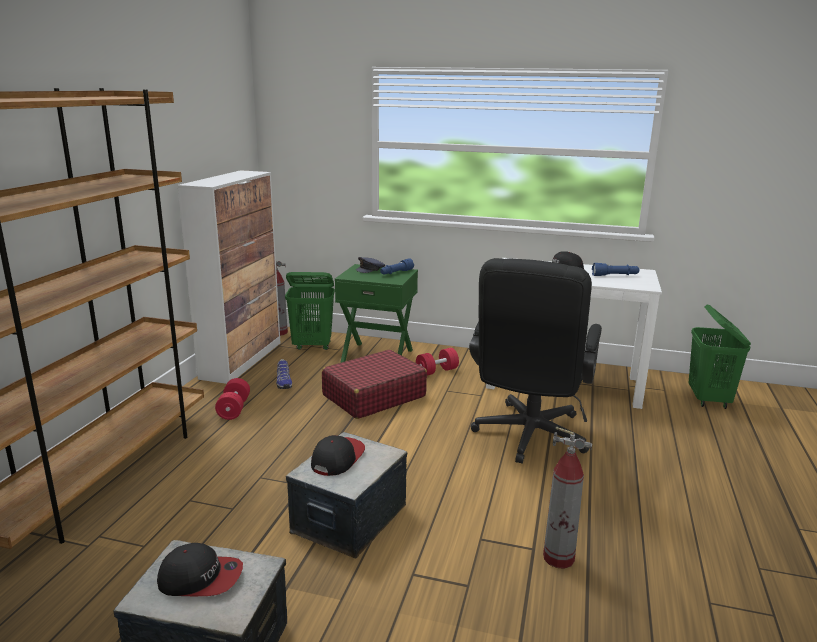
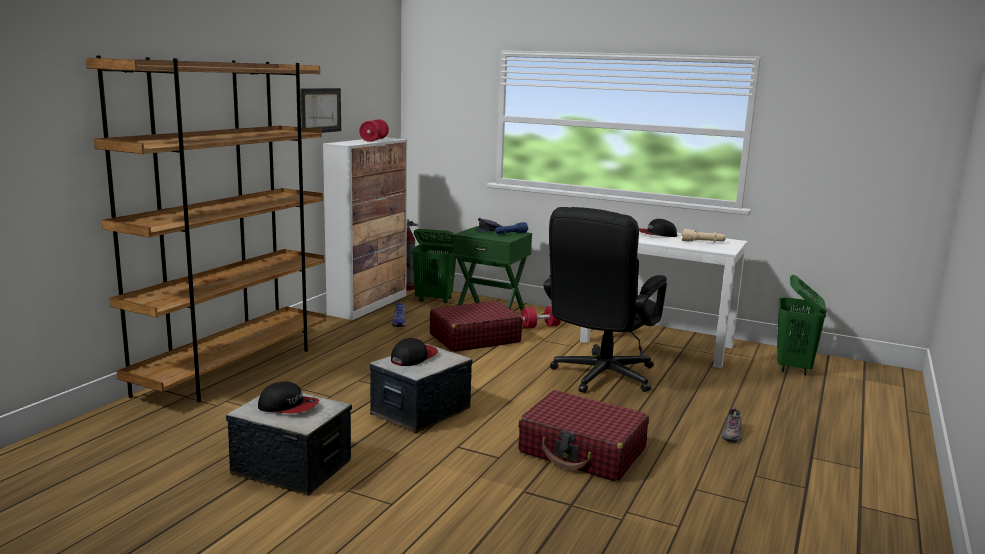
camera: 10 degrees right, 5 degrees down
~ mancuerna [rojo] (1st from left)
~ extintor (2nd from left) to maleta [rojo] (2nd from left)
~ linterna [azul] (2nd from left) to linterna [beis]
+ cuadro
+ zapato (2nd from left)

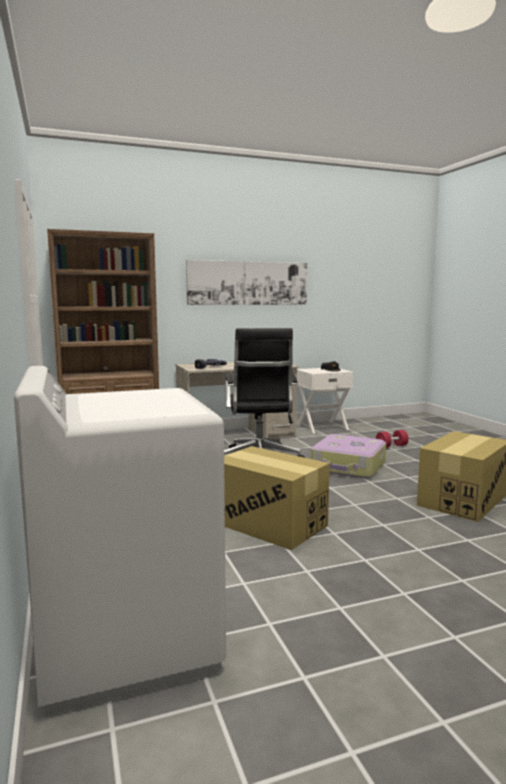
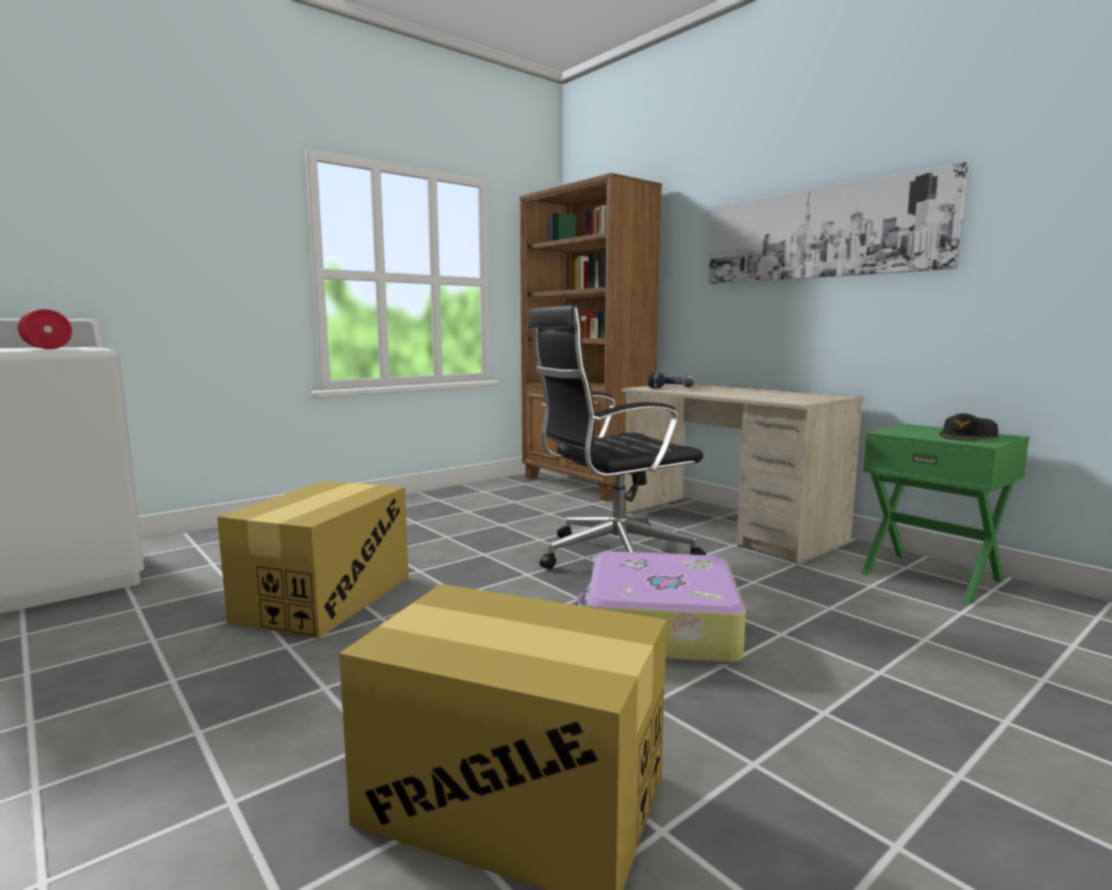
camera: 70 degrees right, 0 degrees up
~ mesita de noche [blanco] to mesita de noche [verde]
~ mancuerna [rojo]

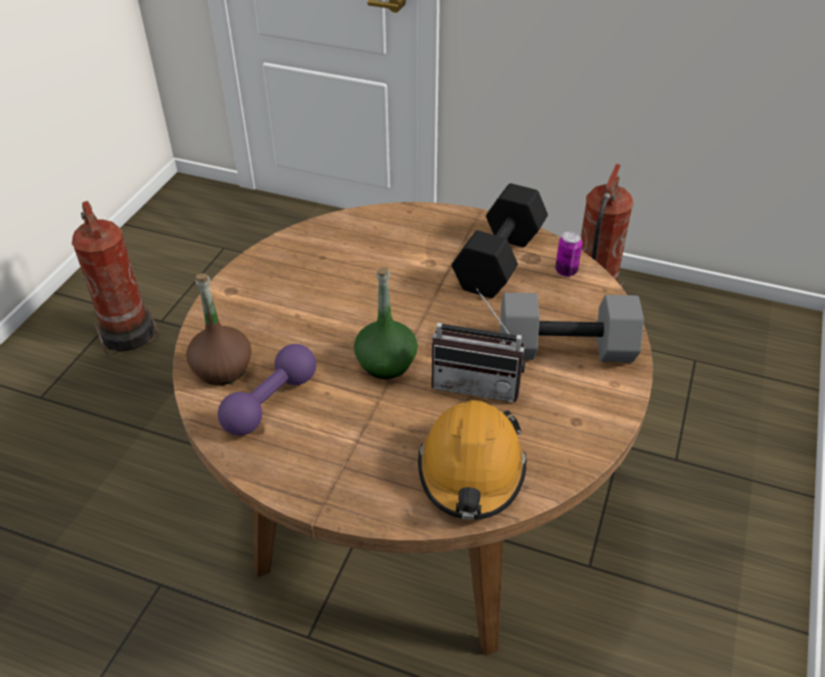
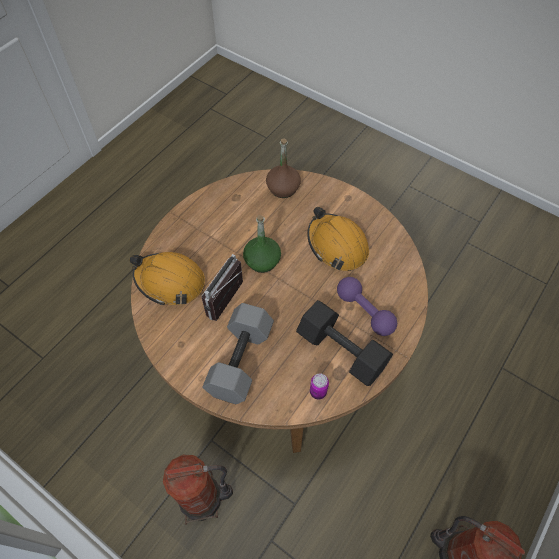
camera: 105 degrees right, 15 degrees up
~ extintor (1st from left)
~ mancuerna [morado]
+ casco [naranja] (2nd from left)

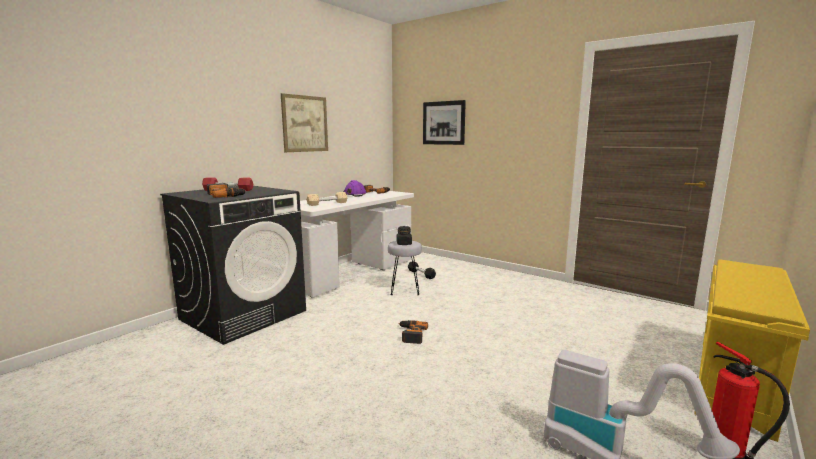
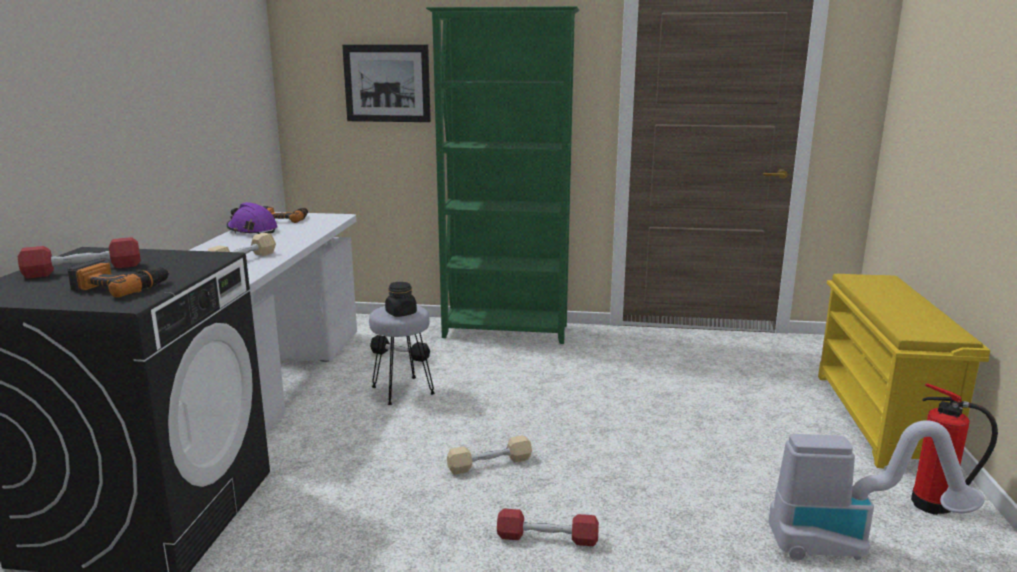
camera: 30 degrees left, 5 degrees up
- cuadro (1st from left)
~ taladro (3rd from left) to mancuerna [beis] (2nd from left)
+ estantería [verde]
+ mancuerna [rojo] (2nd from left)

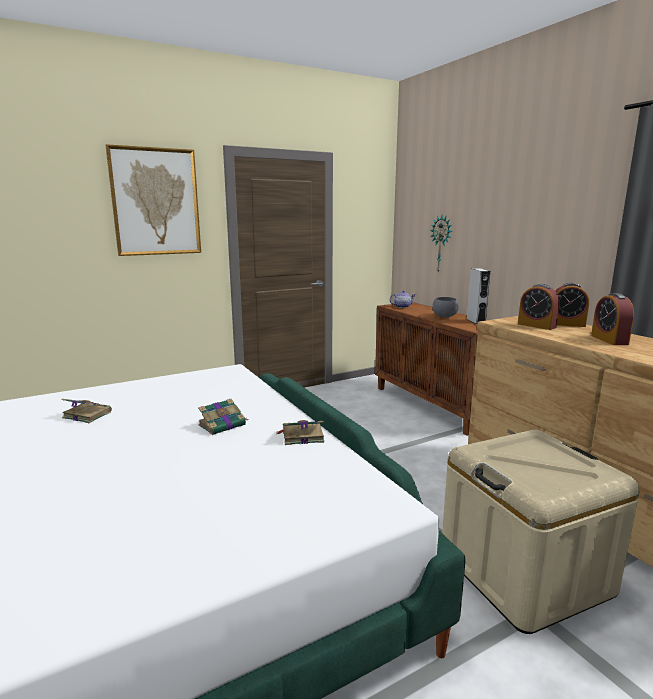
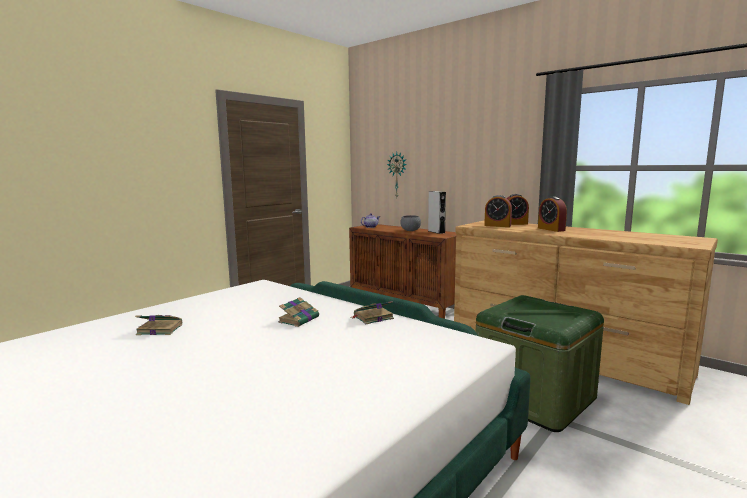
camera: 20 degrees left, 5 degrees down
- cuadro
~ caja de almacenaje [beis] to caja de almacenaje [verde]

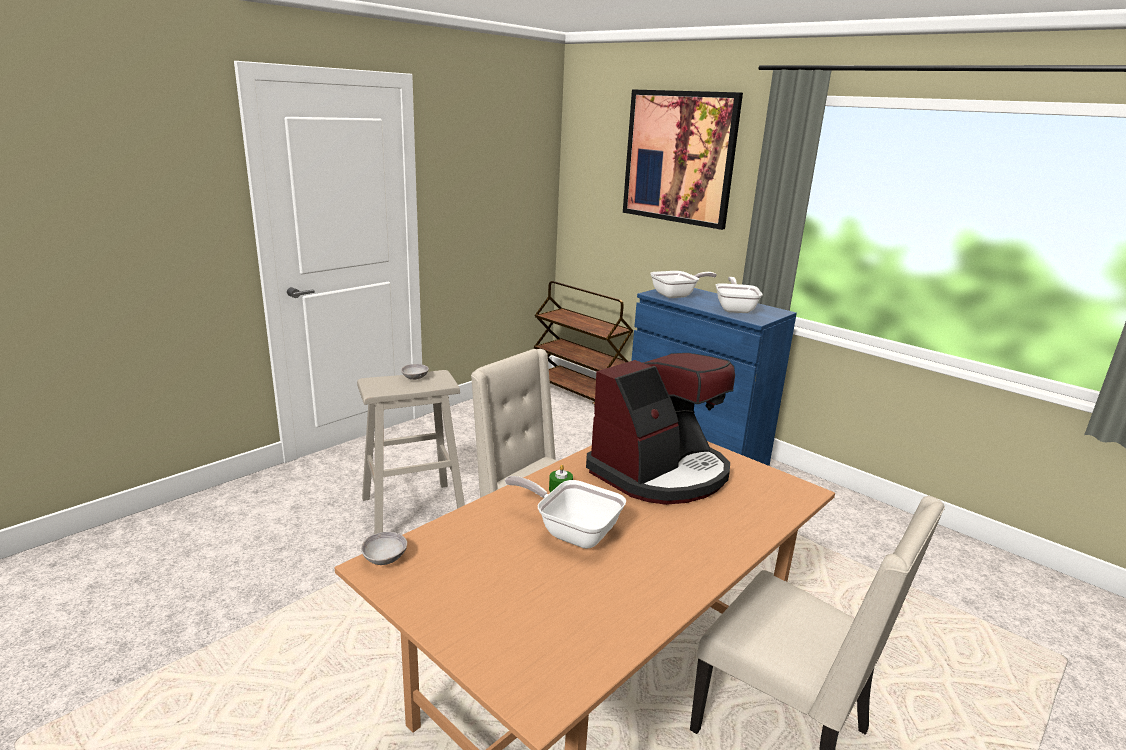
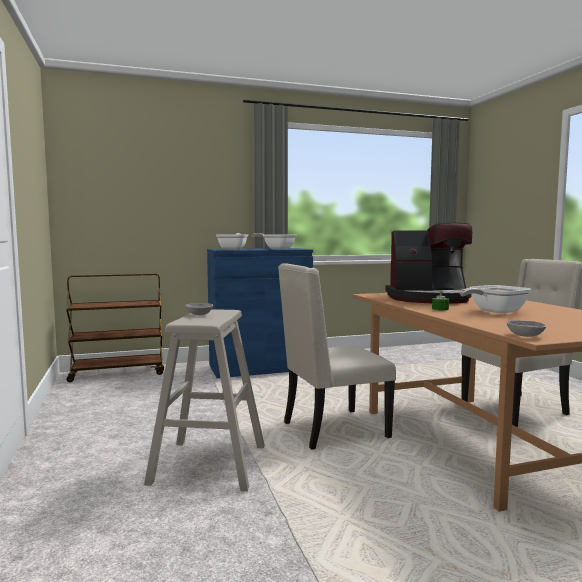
camera: 60 degrees left, 15 degrees down
~ cafetera 105 degrees clockwise
- cuadro

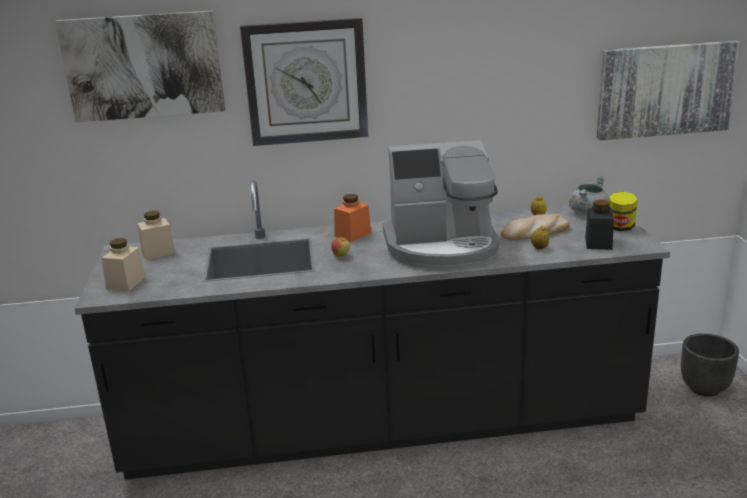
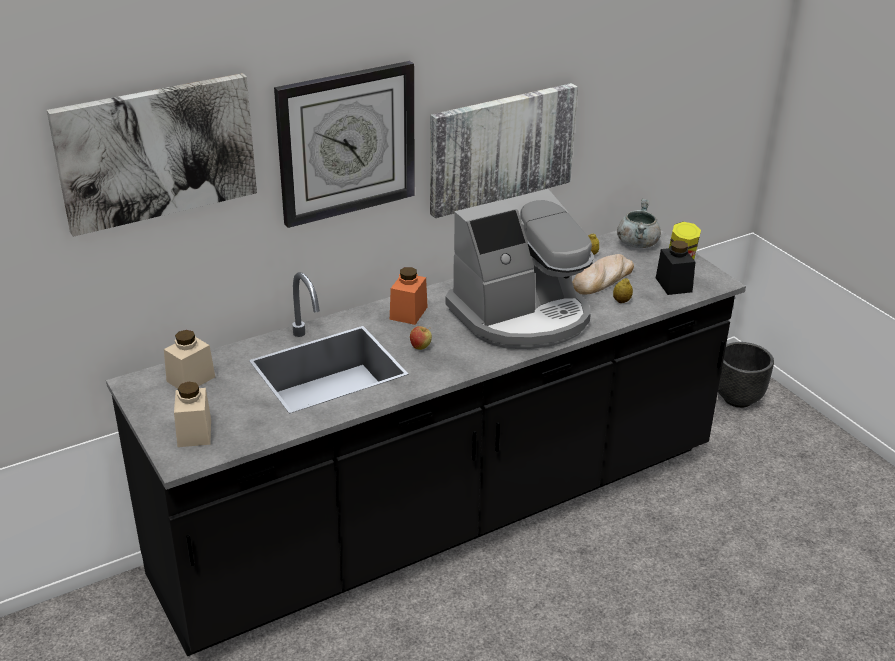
camera: 25 degrees left, 10 degrees up
~ cuadro (2nd from left)

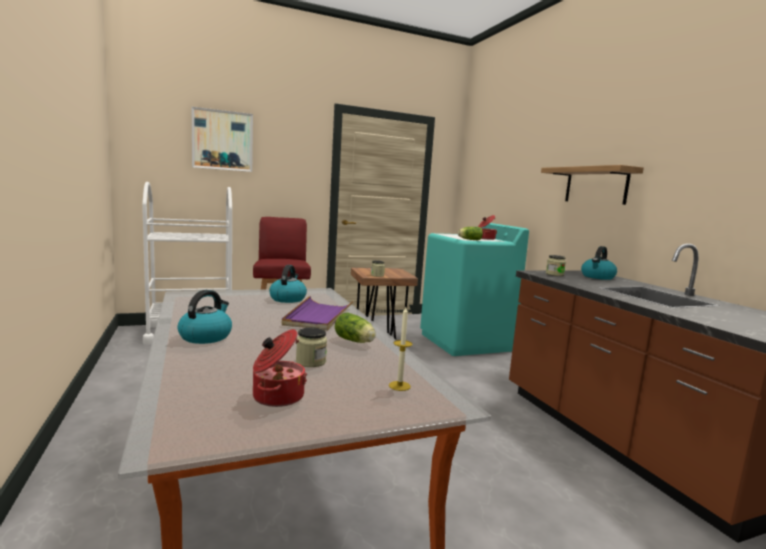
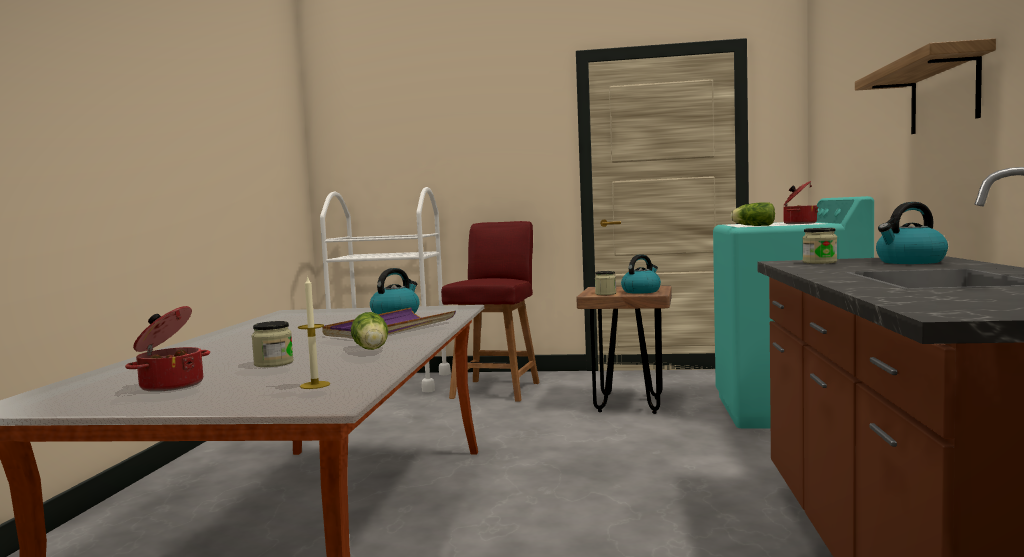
camera: 30 degrees right, 5 degrees down
~ hervidor (1st from left in the first image) to hervidor (2nd from left)
- cuadro

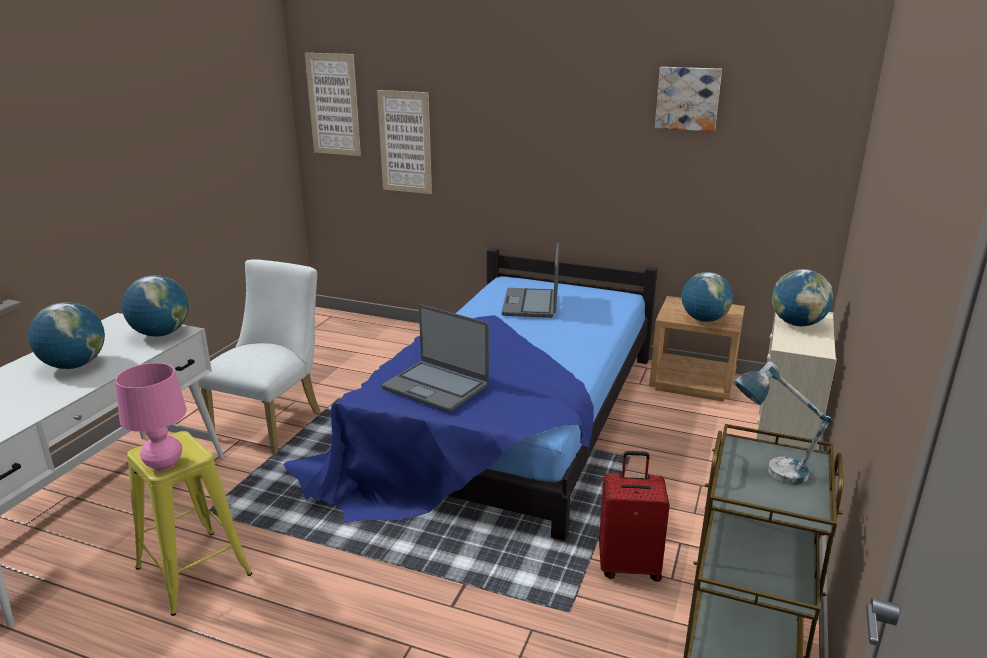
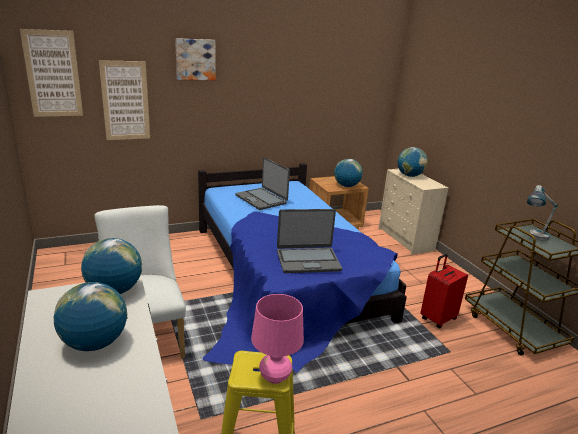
camera: 45 degrees left, 0 degrees up
~ cuadro (3rd from left)

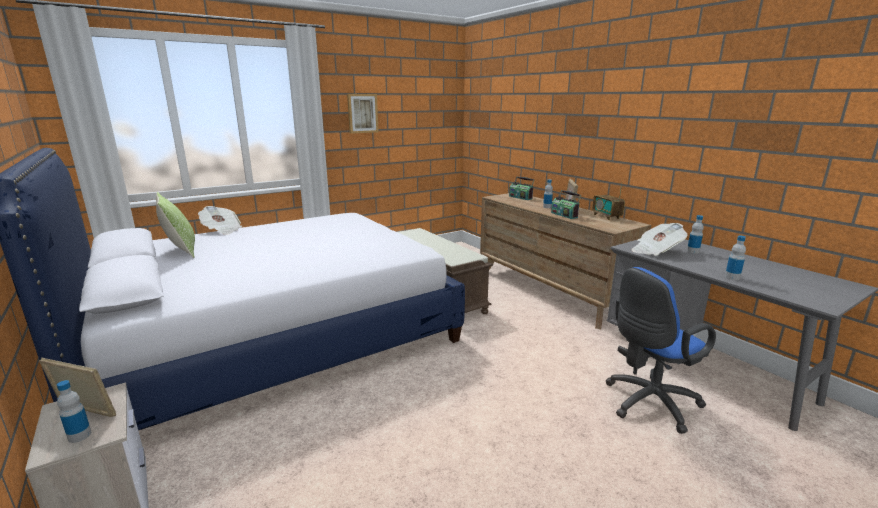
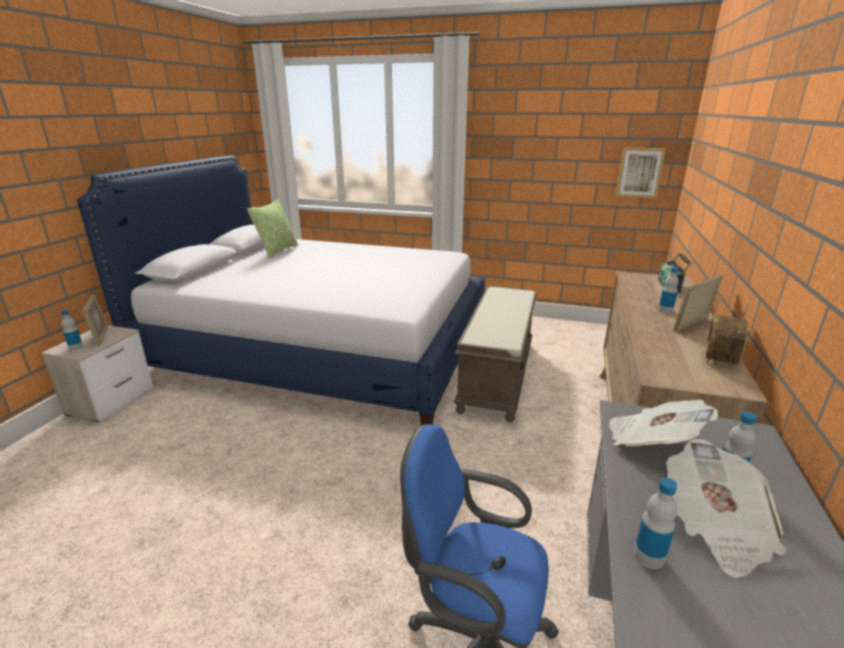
camera: 50 degrees right, 5 degrees up
~ periódico (1st from left in the first image) to periódico (2nd from left)
~ cuadro
- radio (2nd from left)

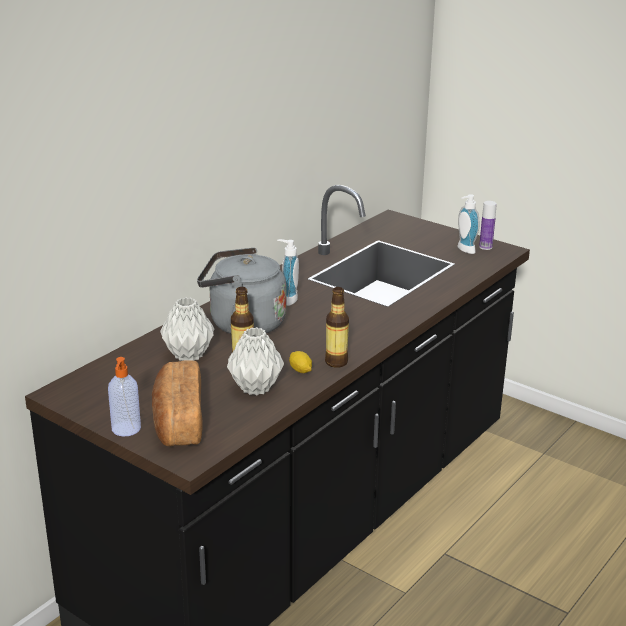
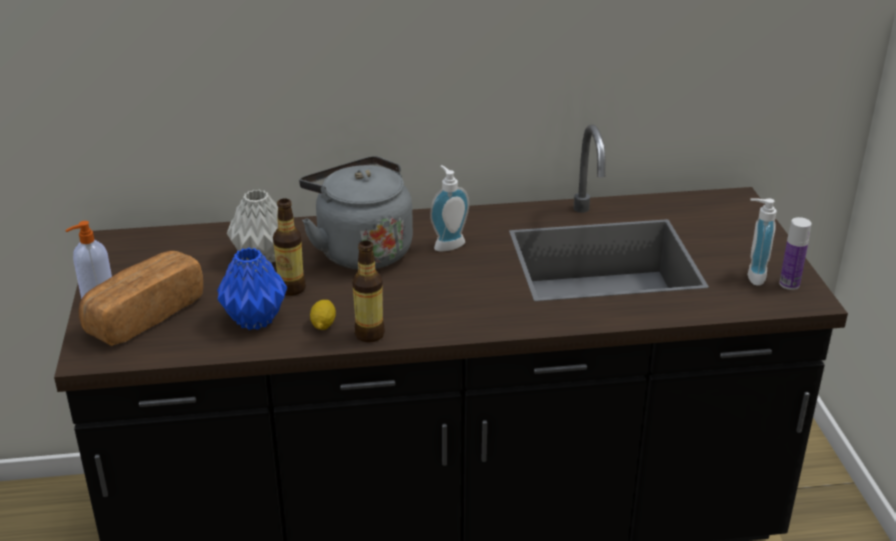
camera: 45 degrees right, 5 degrees up
~ florero [gris] (2nd from left) to florero [azul]

